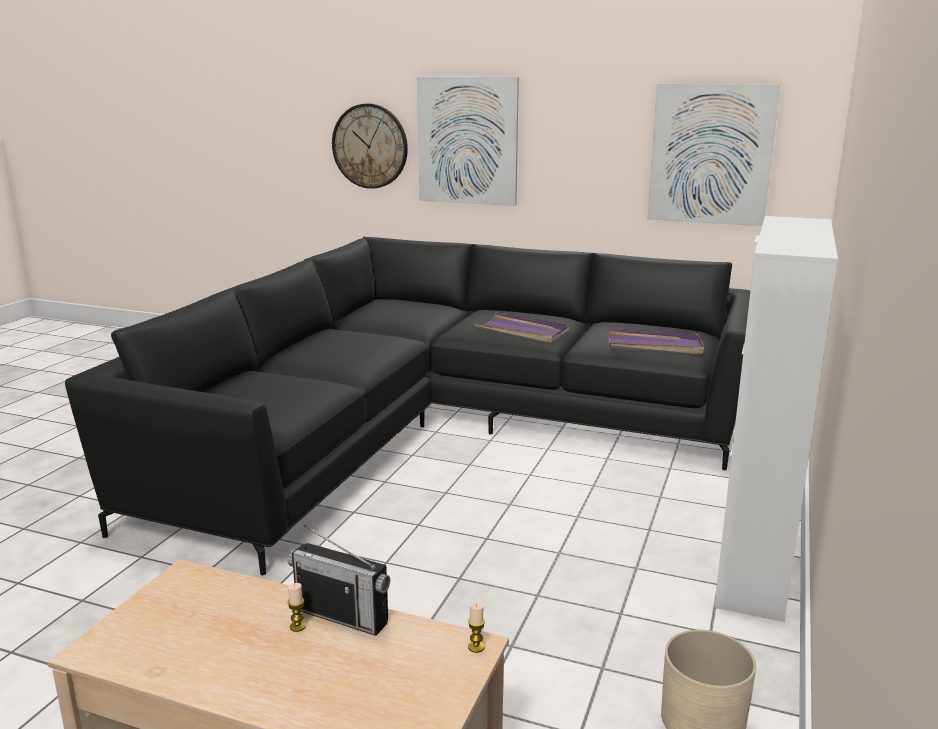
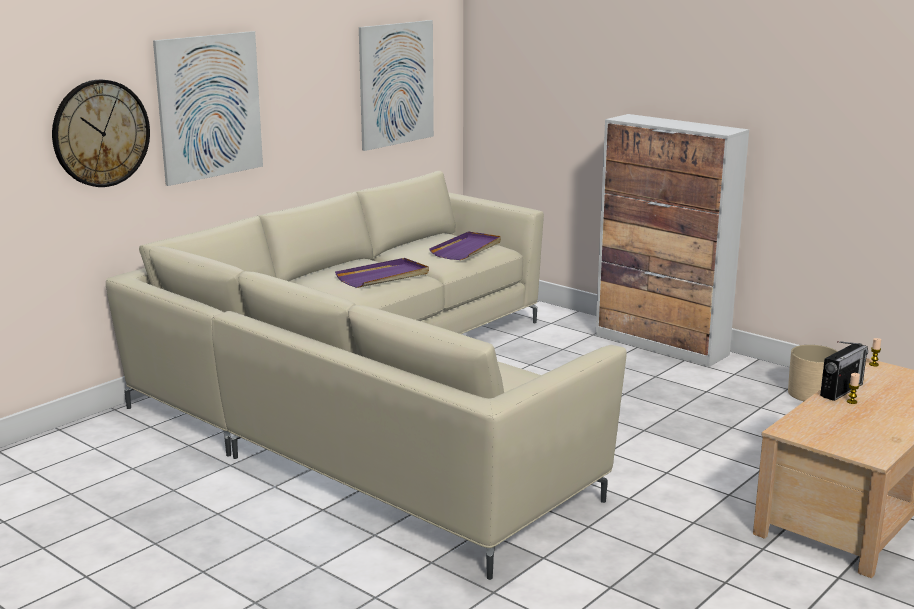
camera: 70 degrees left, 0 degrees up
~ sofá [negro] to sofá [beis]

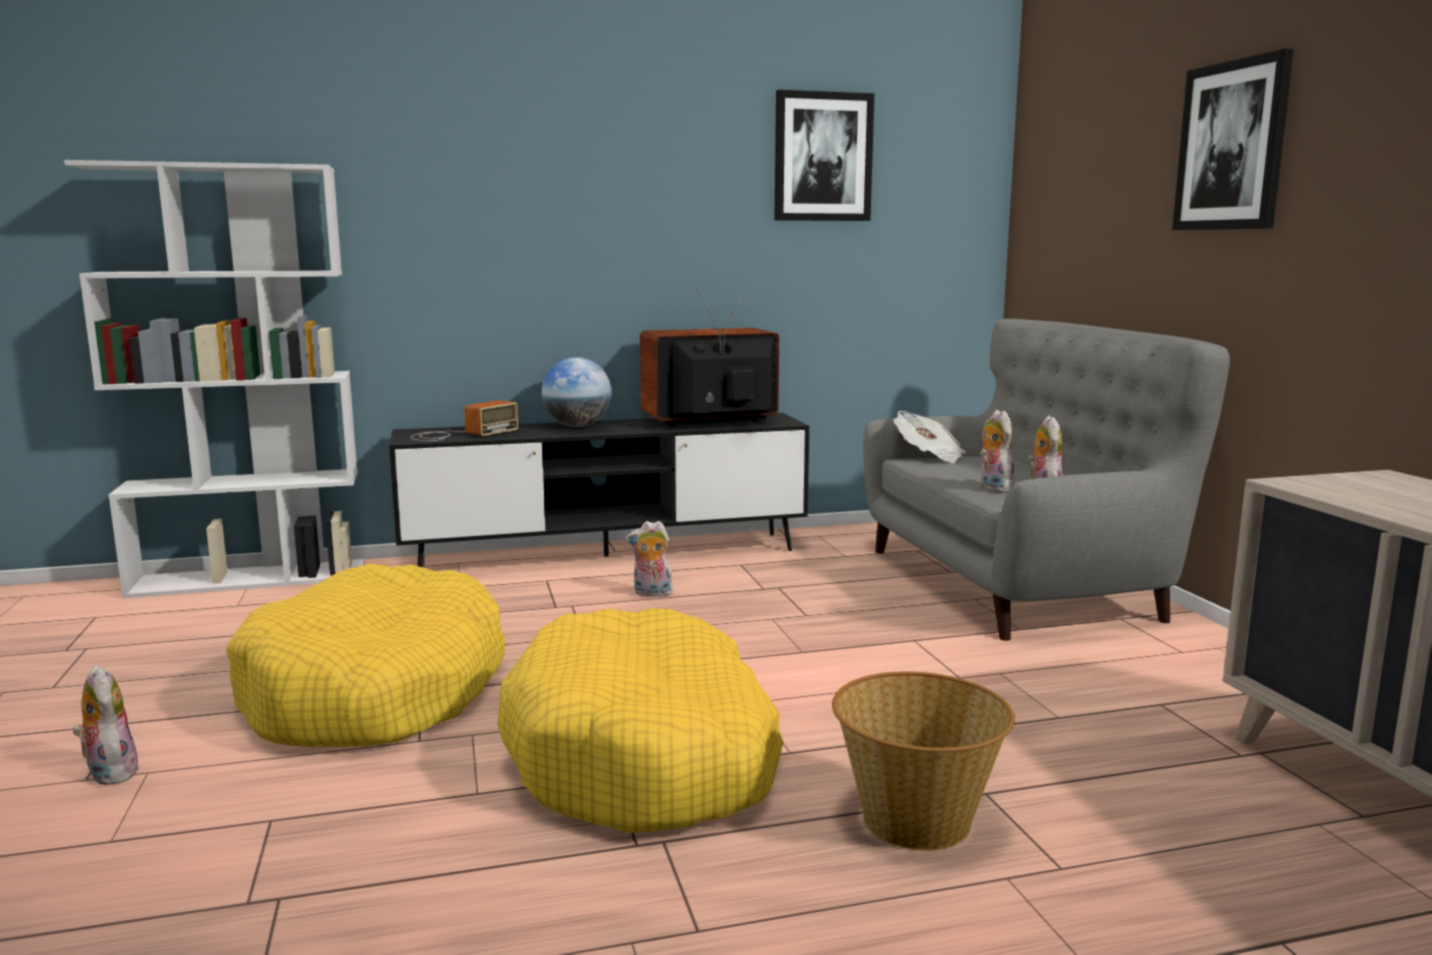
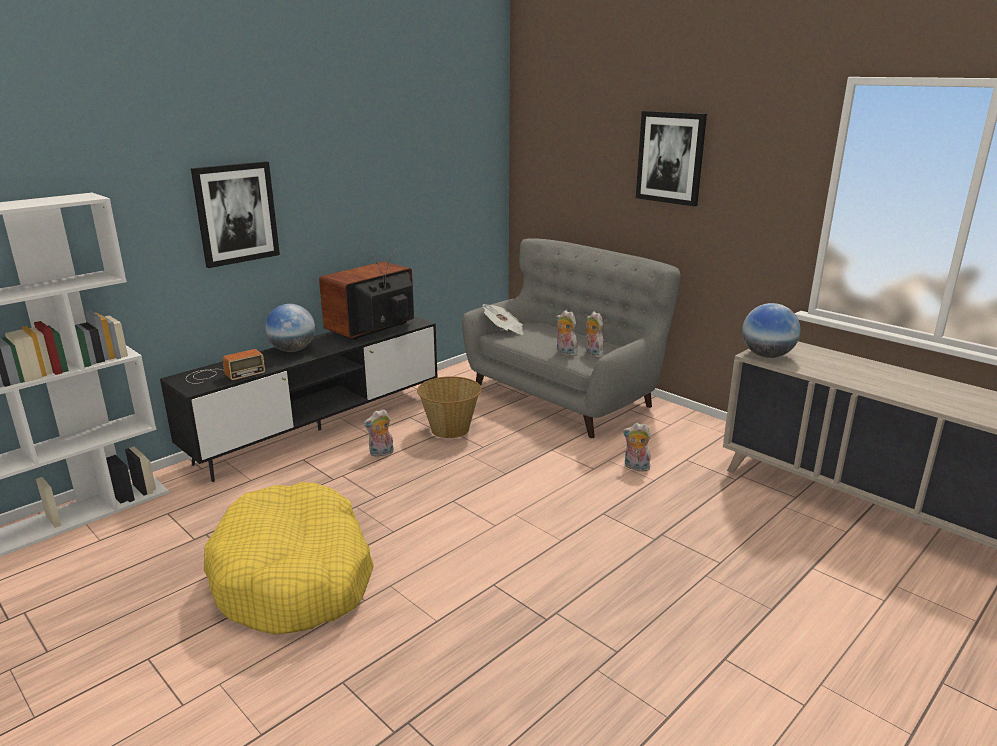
camera: 30 degrees left, 10 degrees up
~ peluche (1st from left in the first image) to peluche (4th from left)
~ radio 45 degrees clockwise
- cama para perro [amarillo] (2nd from left)
~ cuadro (1st from left)
~ cesta
+ globo terráqueo (2nd from left)

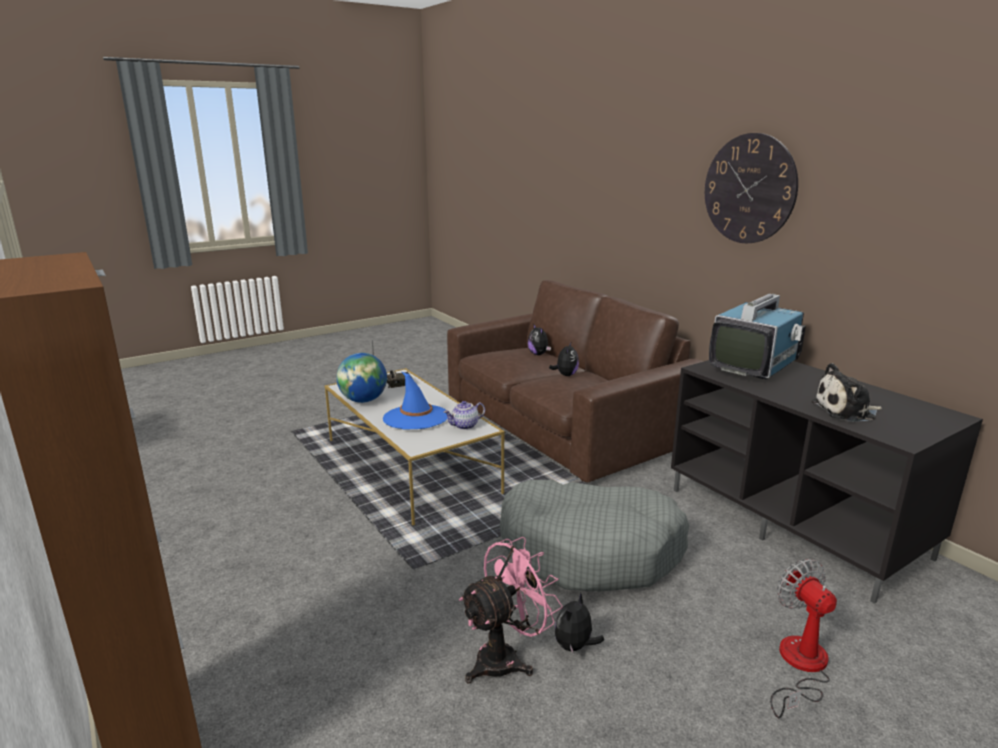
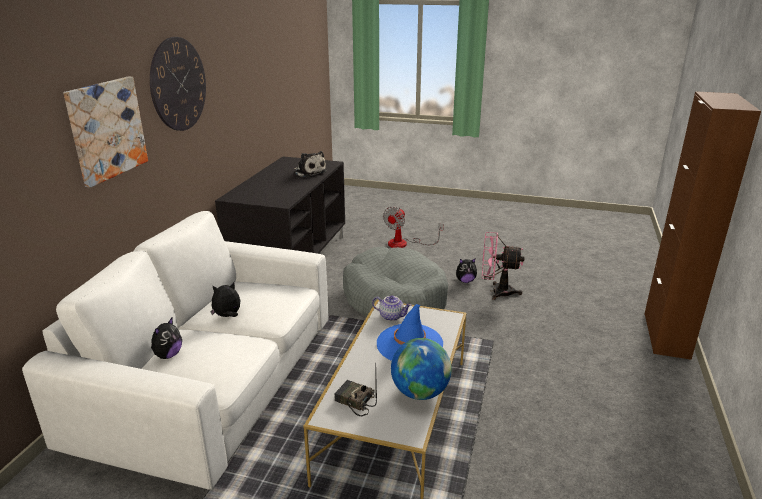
camera: 130 degrees left, 5 degrees up
~ sofá [marrón] to sofá [blanco]
- televisor
+ cuadro

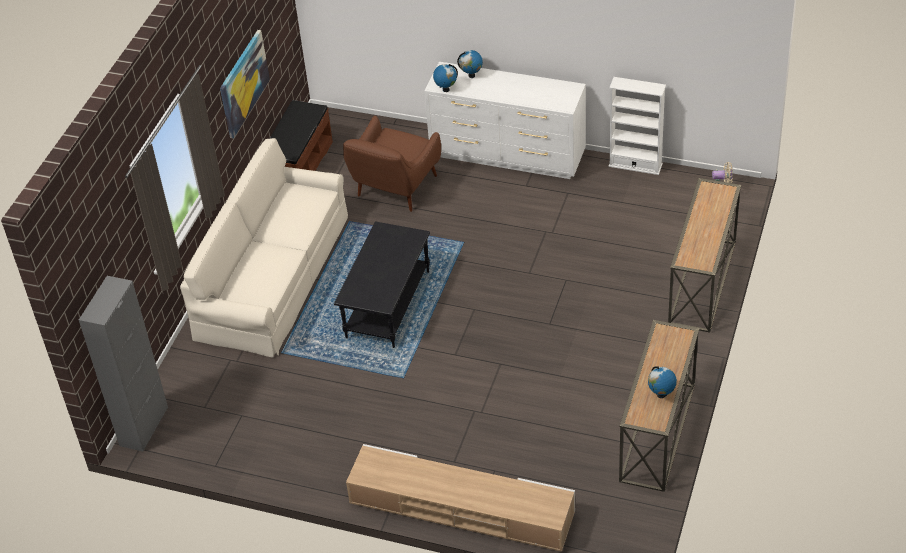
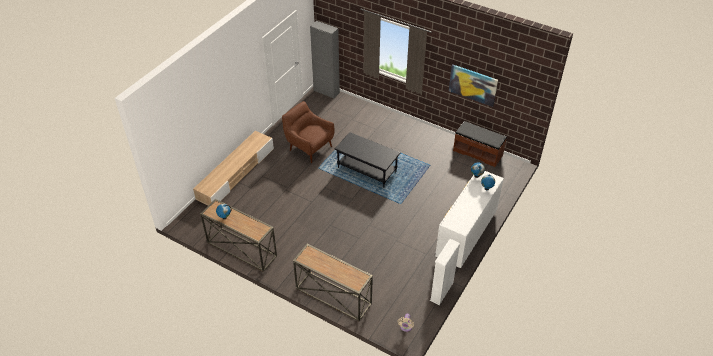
camera: 100 degrees right, 0 degrees up
- sofá [beis]
~ sillón [marrón]

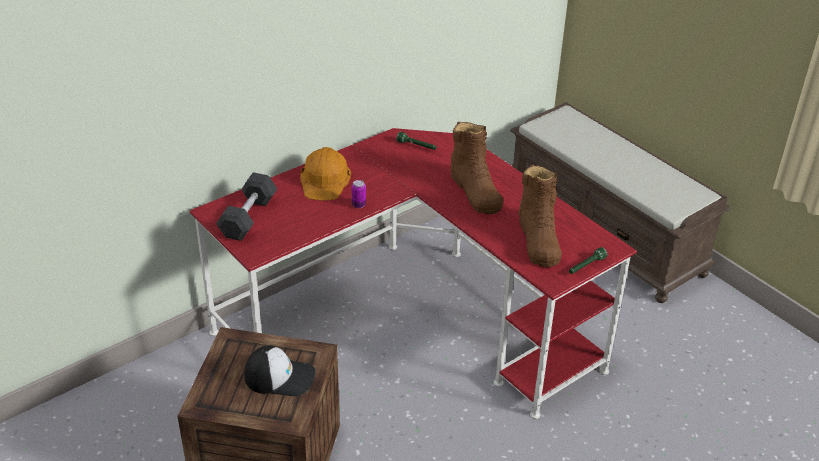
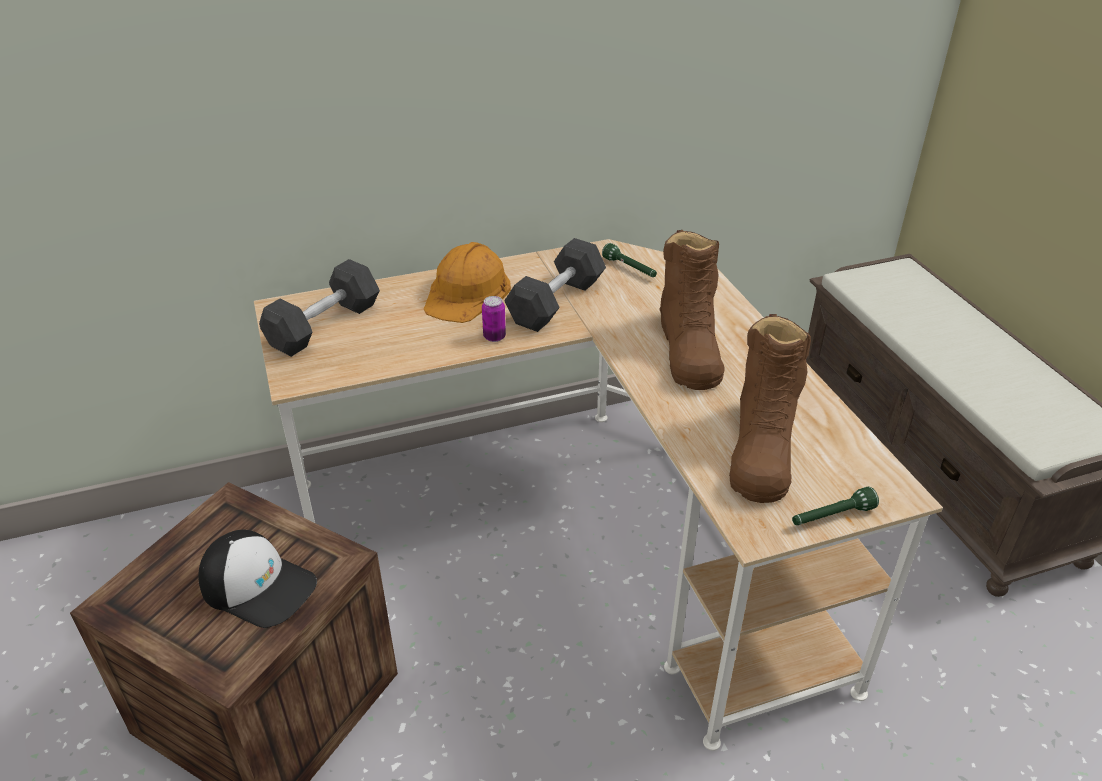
camera: 20 degrees right, 0 degrees up
~ escritorio [rojo] to escritorio [beis]
+ mancuerna [gris] (2nd from left)

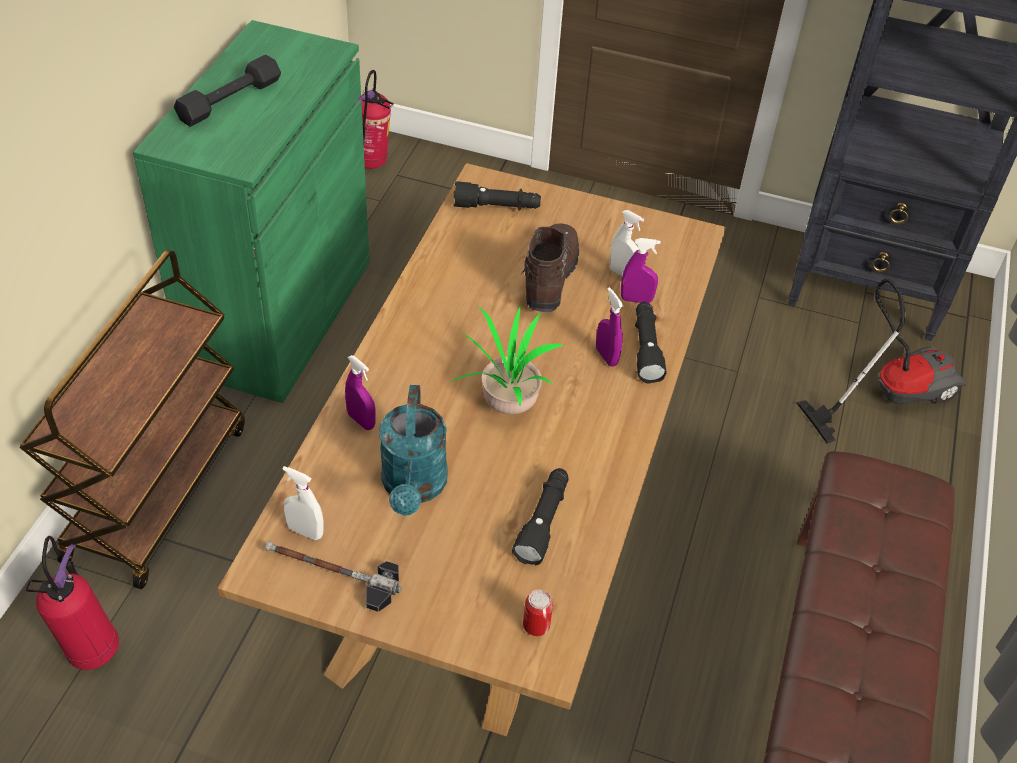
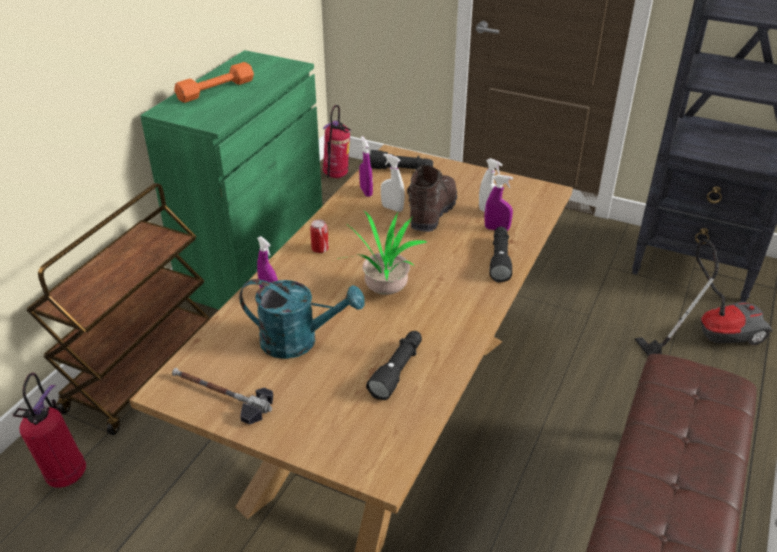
camera: 10 degrees right, 10 degrees down
~ mancuerna [negro] to mancuerna [naranja]
~ pulverizador [blanco] (1st from left)
~ regadera [turquesa] 90 degrees counterclockwise
~ lata
~ pulverizador [morado] (2nd from left)

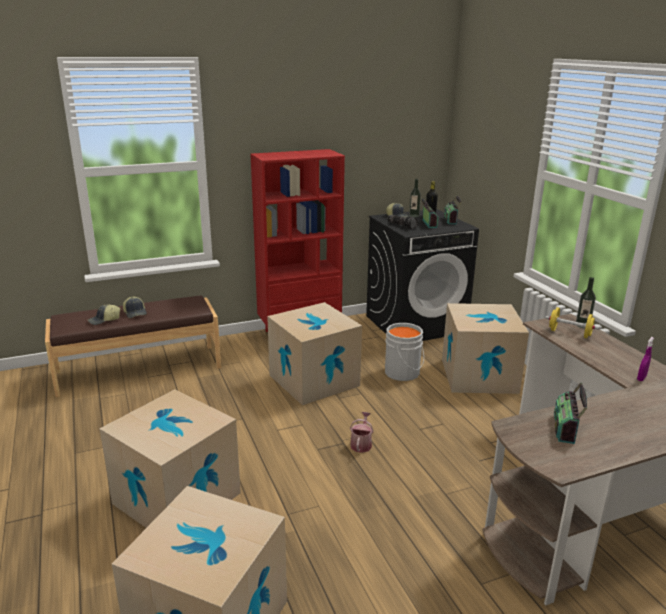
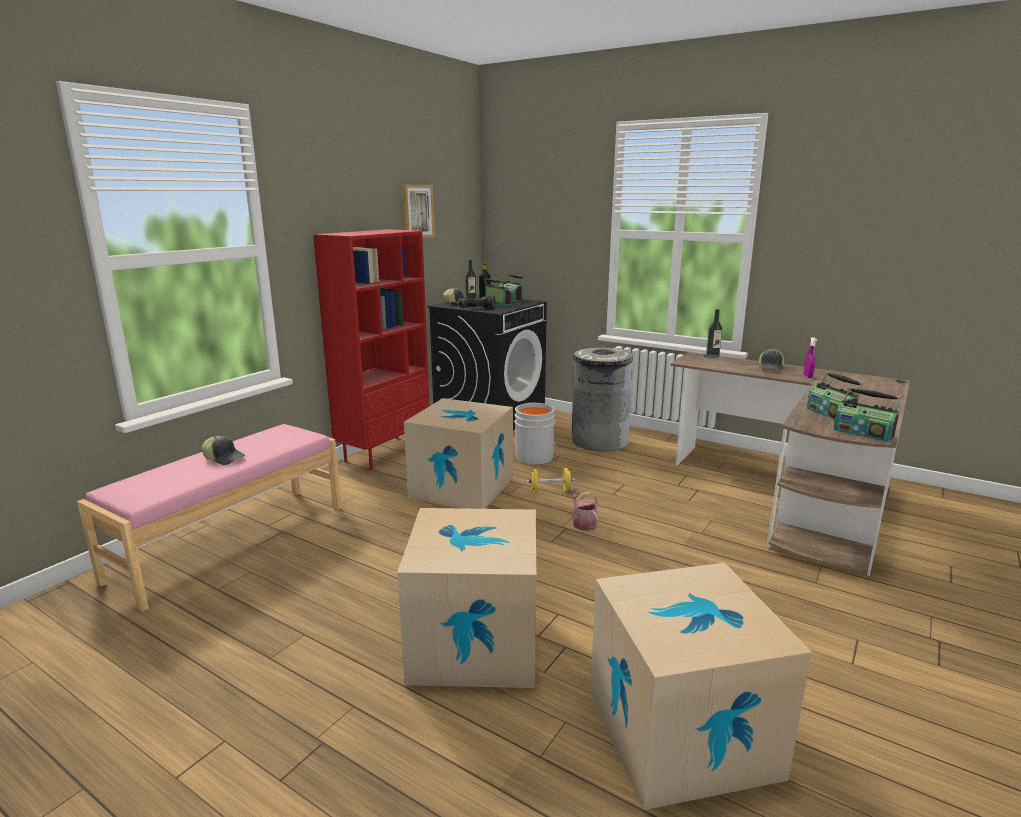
camera: 35 degrees left, 5 degrees down
~ banco [marrón] to banco [rosa]
~ gorra (1st from left in the first image) to gorra (3rd from left)
~ caja de cartón (4th from left) to papelera [gris]
~ mancuerna [amarillo]
+ cuadro
+ radio (4th from left)

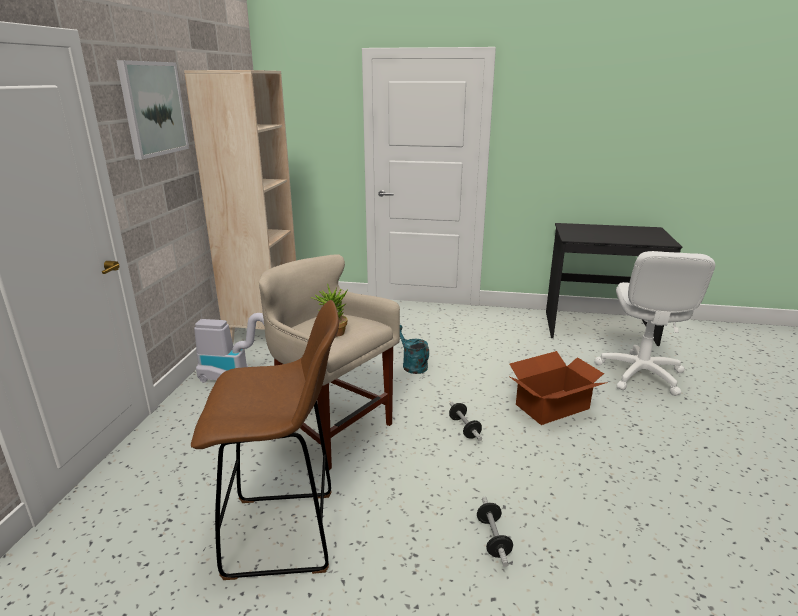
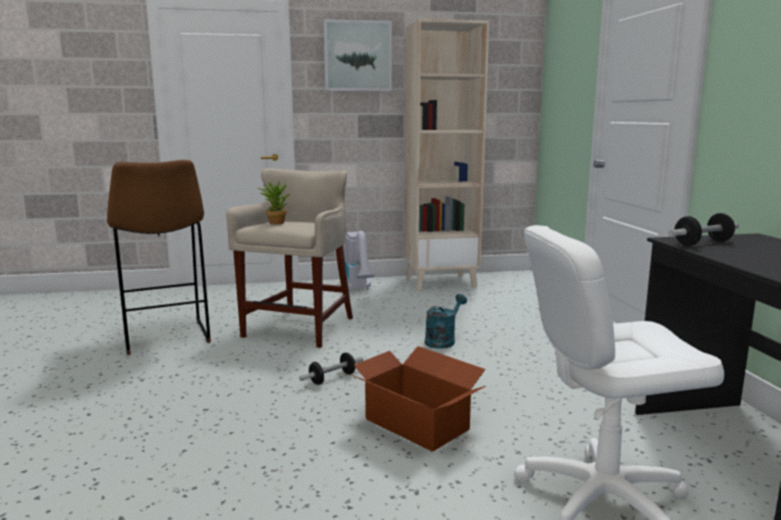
camera: 70 degrees right, 10 degrees down
~ mancuerna (2nd from left)

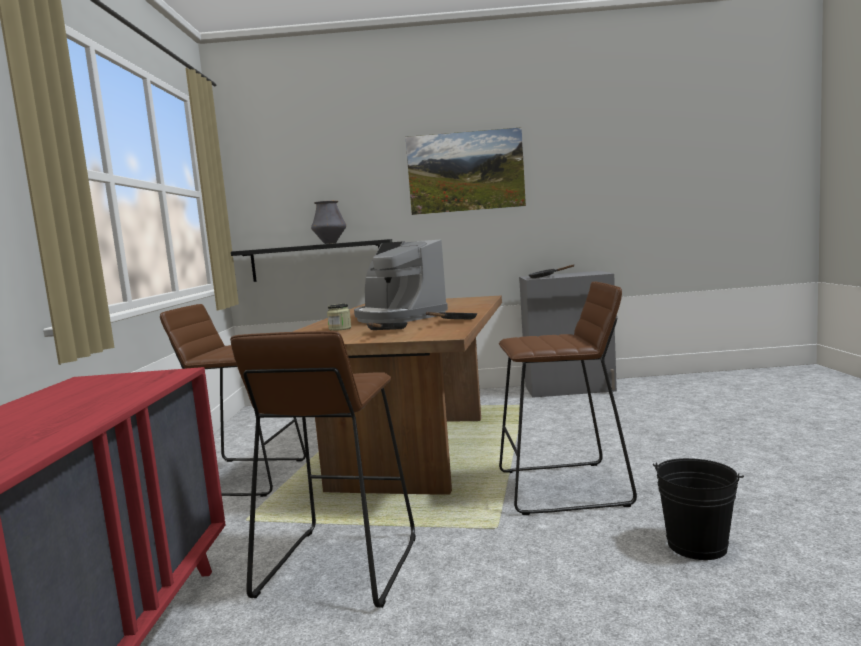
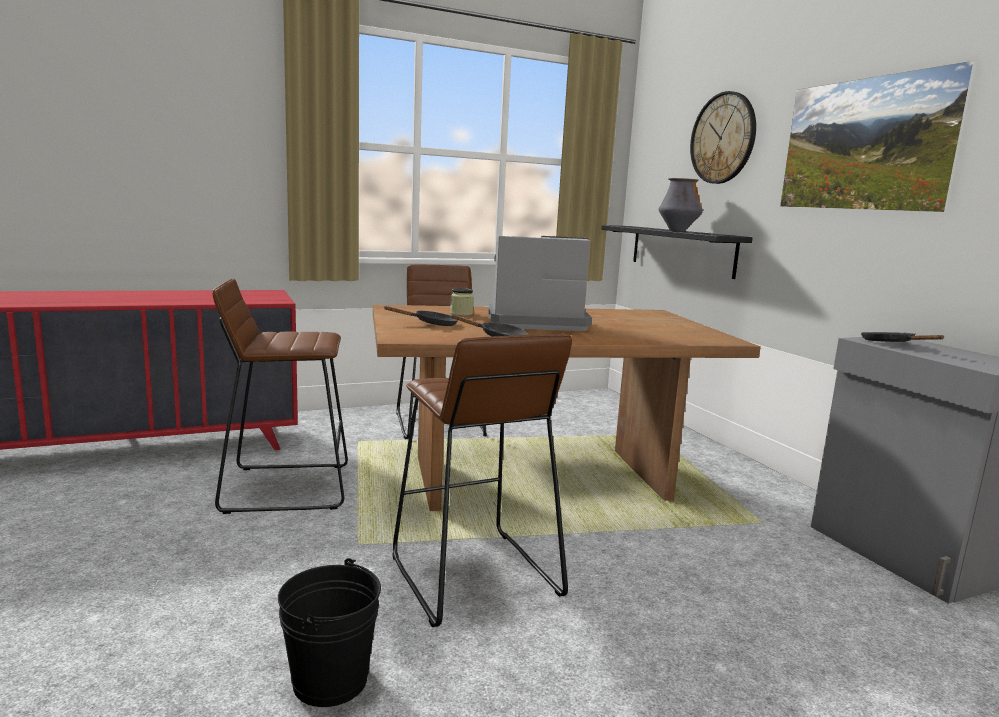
camera: 65 degrees right, 5 degrees up
~ cafetera 60 degrees clockwise
+ reloj de pared

